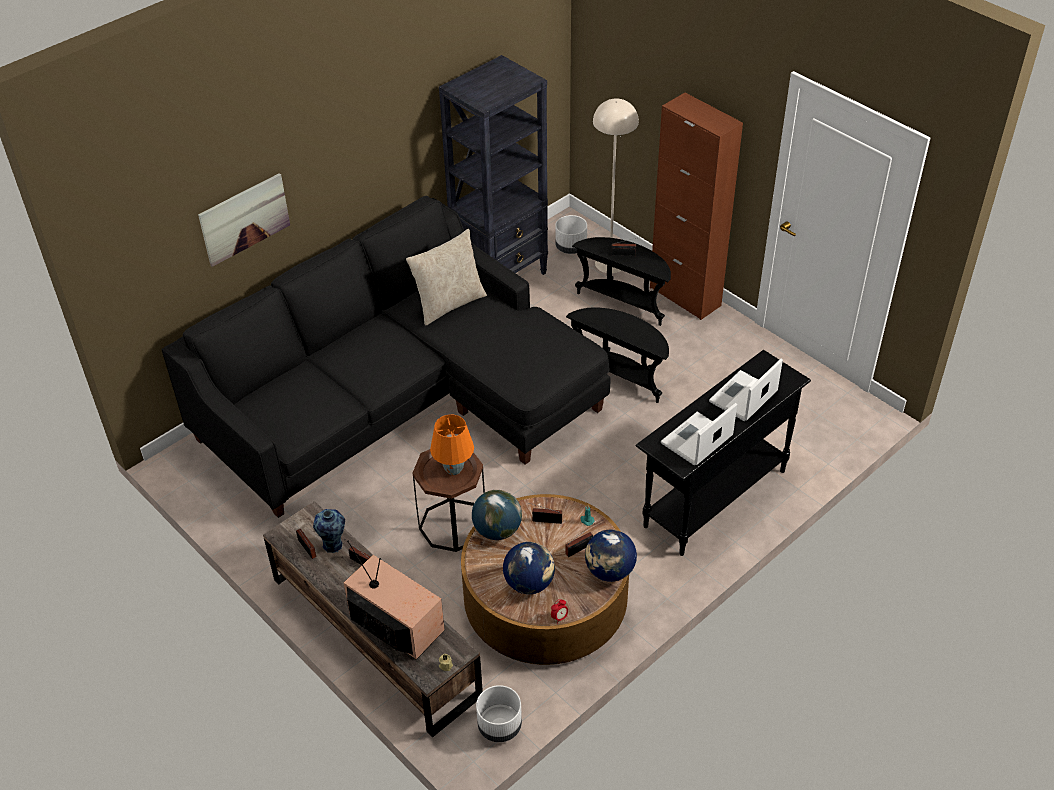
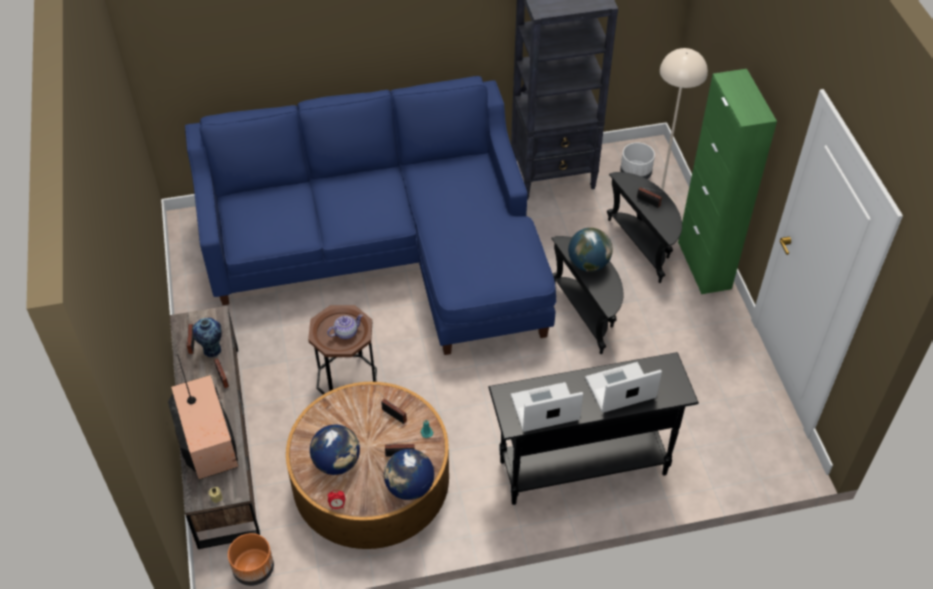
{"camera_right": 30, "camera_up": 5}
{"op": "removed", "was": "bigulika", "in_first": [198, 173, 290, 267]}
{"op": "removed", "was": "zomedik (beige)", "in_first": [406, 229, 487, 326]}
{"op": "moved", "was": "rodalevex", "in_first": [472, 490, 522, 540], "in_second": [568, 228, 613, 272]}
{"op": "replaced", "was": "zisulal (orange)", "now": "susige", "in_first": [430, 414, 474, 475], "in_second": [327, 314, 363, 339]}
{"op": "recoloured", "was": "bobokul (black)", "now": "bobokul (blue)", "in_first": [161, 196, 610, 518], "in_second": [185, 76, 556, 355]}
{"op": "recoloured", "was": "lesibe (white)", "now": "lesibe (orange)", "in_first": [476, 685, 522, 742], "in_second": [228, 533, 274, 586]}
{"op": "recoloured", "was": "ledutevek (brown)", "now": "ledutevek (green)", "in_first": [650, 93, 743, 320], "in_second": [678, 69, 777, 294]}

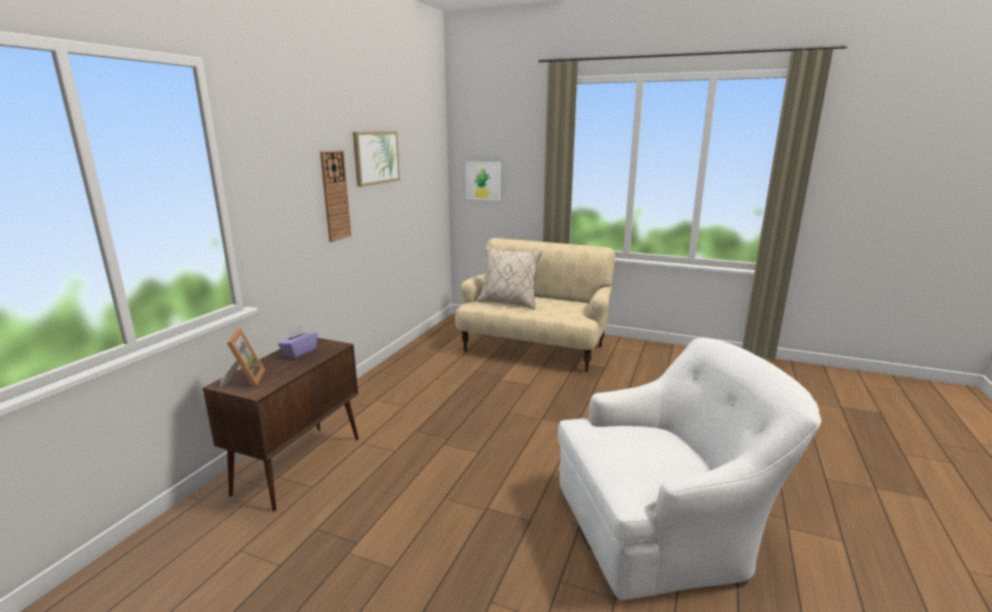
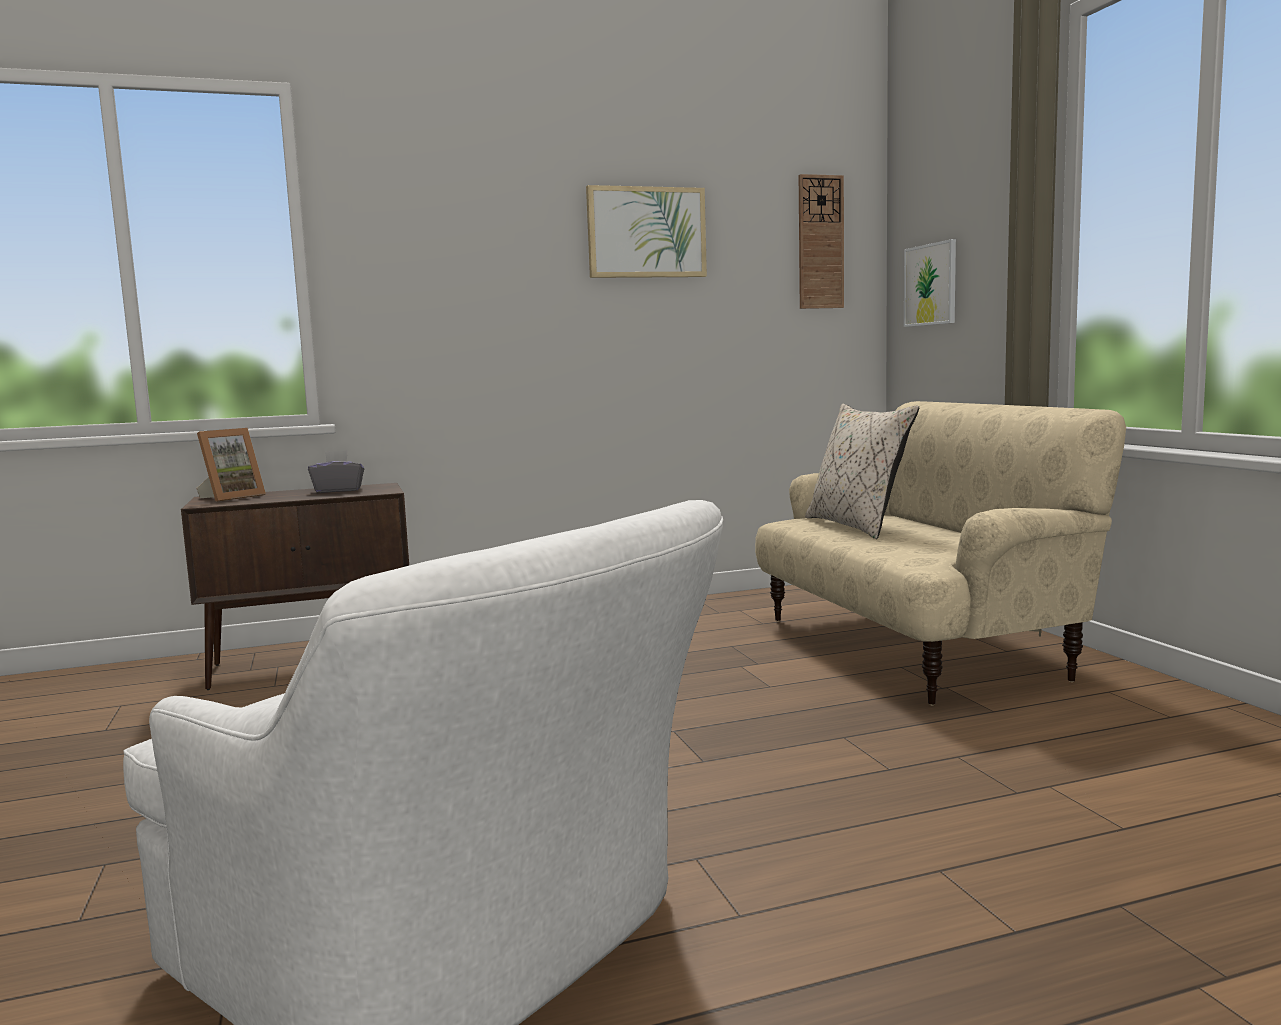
{"camera_right": 50, "camera_up": -10}
{"op": "moved", "was": "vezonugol", "in_first": [320, 150, 351, 242], "in_second": [799, 174, 844, 309]}
{"op": "recoloured", "was": "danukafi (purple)", "now": "danukafi (grey)", "in_first": [278, 326, 318, 358], "in_second": [308, 450, 364, 493]}

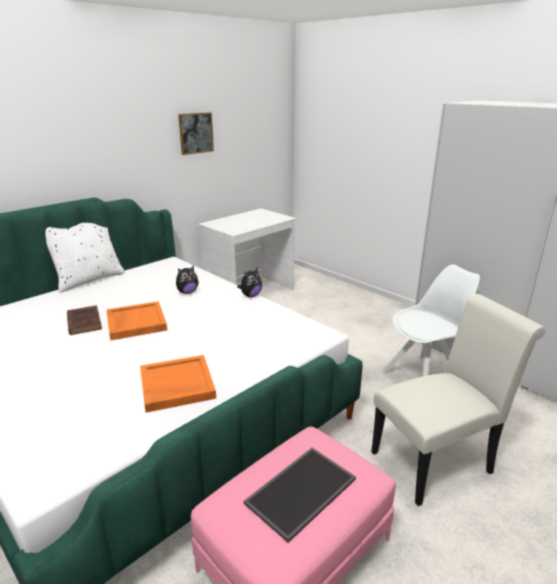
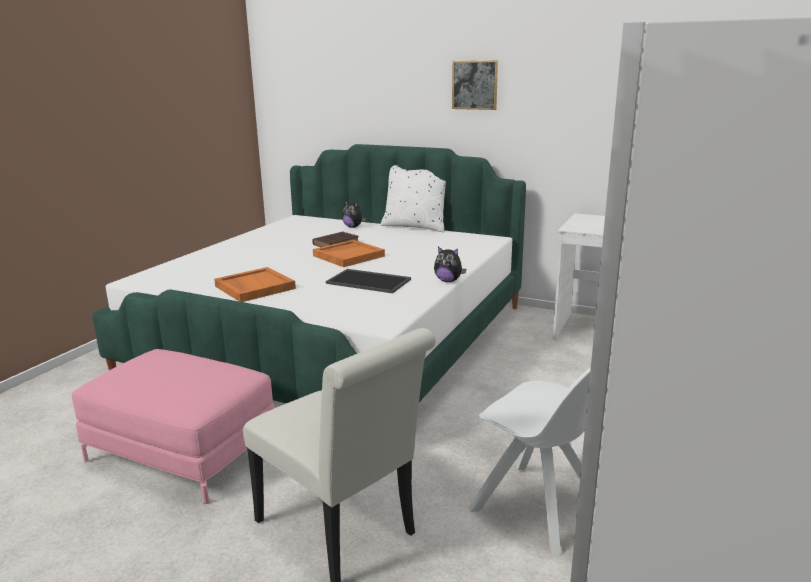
{"camera_right": 70, "camera_up": -5}
{"op": "moved", "was": "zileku", "in_first": [176, 265, 198, 294], "in_second": [342, 200, 366, 228]}
{"op": "moved", "was": "bigulika", "in_first": [178, 112, 214, 155], "in_second": [452, 60, 498, 110]}
{"op": "moved", "was": "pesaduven", "in_first": [243, 448, 356, 543], "in_second": [326, 269, 411, 293]}

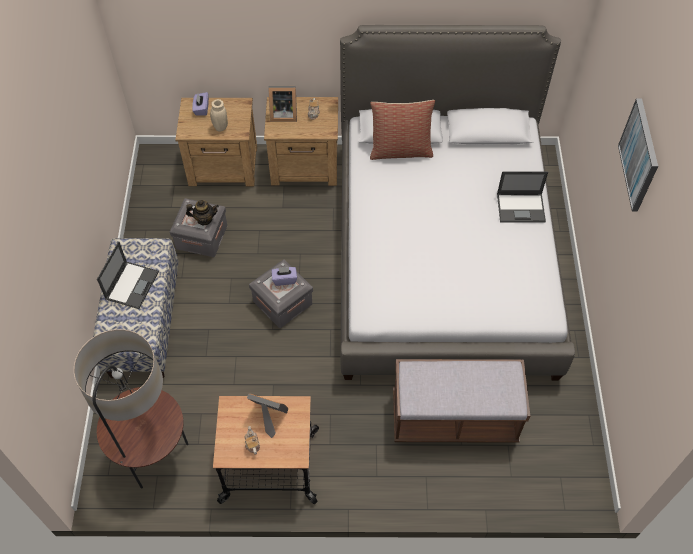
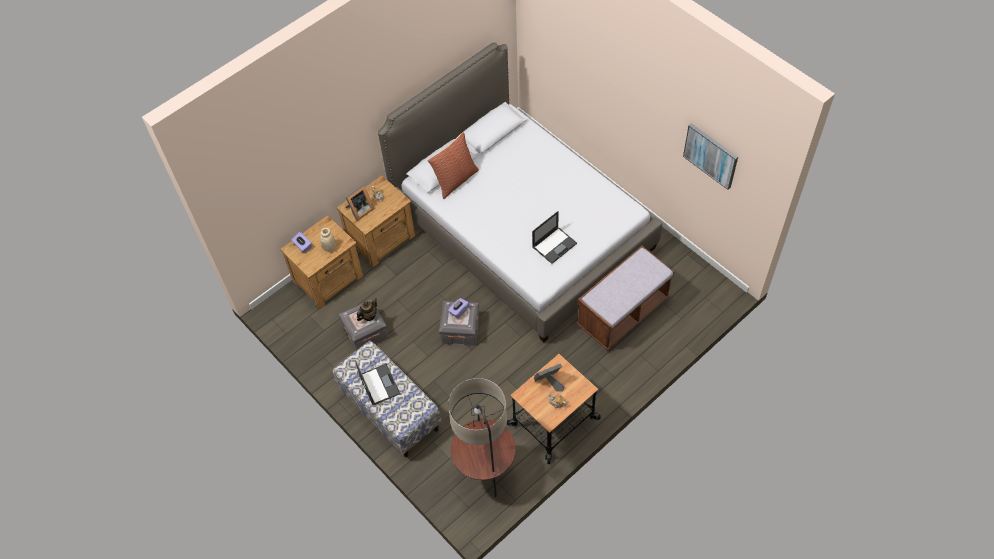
{"camera_right": -40, "camera_up": 0}
{"op": "moved", "was": "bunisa", "in_first": [497, 171, 548, 223], "in_second": [532, 211, 577, 264]}
{"op": "moved", "was": "bigulika", "in_first": [618, 98, 658, 212], "in_second": [683, 123, 738, 190]}

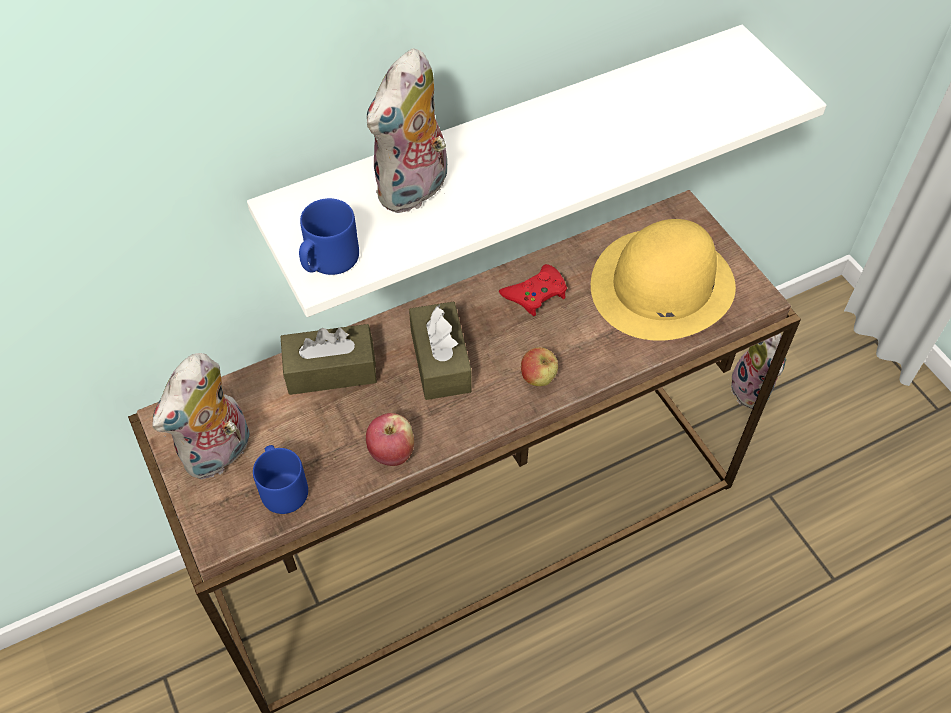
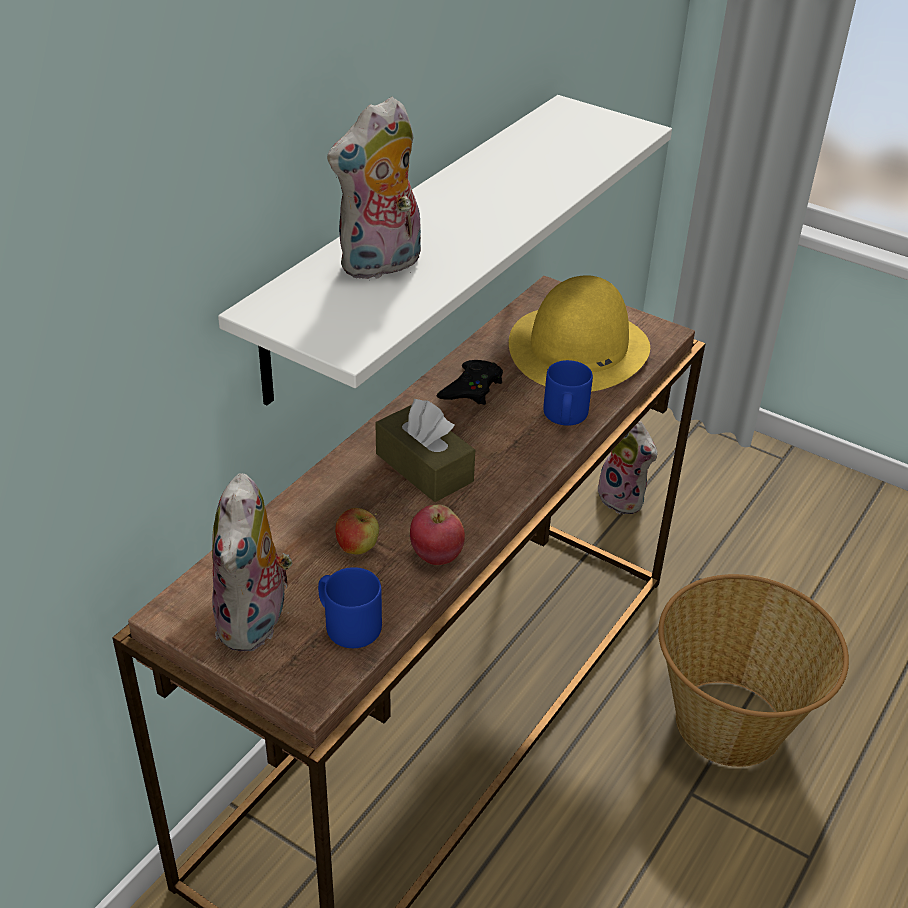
{"camera_right": -30, "camera_up": -15}
{"op": "removed", "was": "danukafi (brown)", "in_first": [280, 324, 377, 395]}
{"op": "added", "now": "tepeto", "in_second": [658, 574, 849, 767]}
{"op": "moved", "was": "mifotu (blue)", "in_first": [299, 198, 359, 275], "in_second": [543, 360, 593, 426]}
{"op": "moved", "was": "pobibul", "in_first": [521, 347, 558, 386], "in_second": [335, 508, 379, 555]}
{"op": "recoloured", "was": "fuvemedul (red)", "now": "fuvemedul (black)", "in_first": [499, 264, 567, 316], "in_second": [437, 360, 503, 405]}
{"op": "turned", "was": "zileku", "in_first": [367, 48, 447, 213], "in_second": [327, 97, 421, 280], "clockwise": 45}

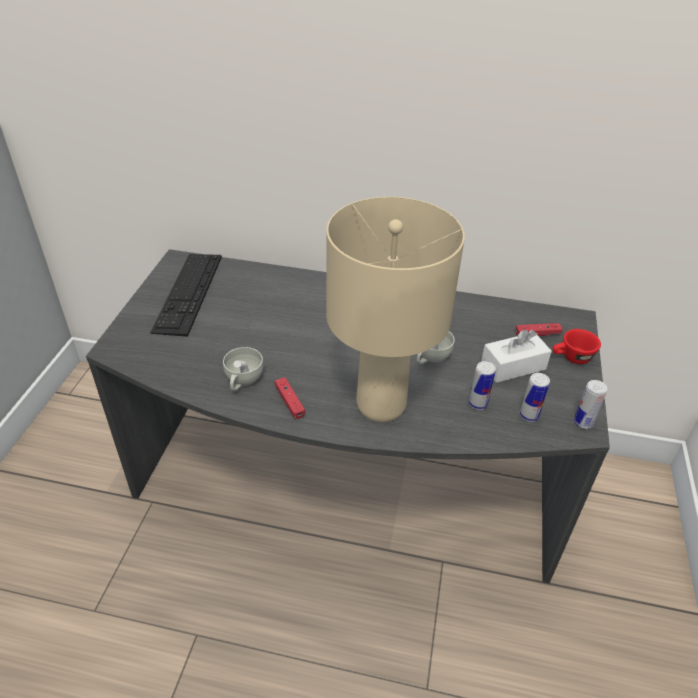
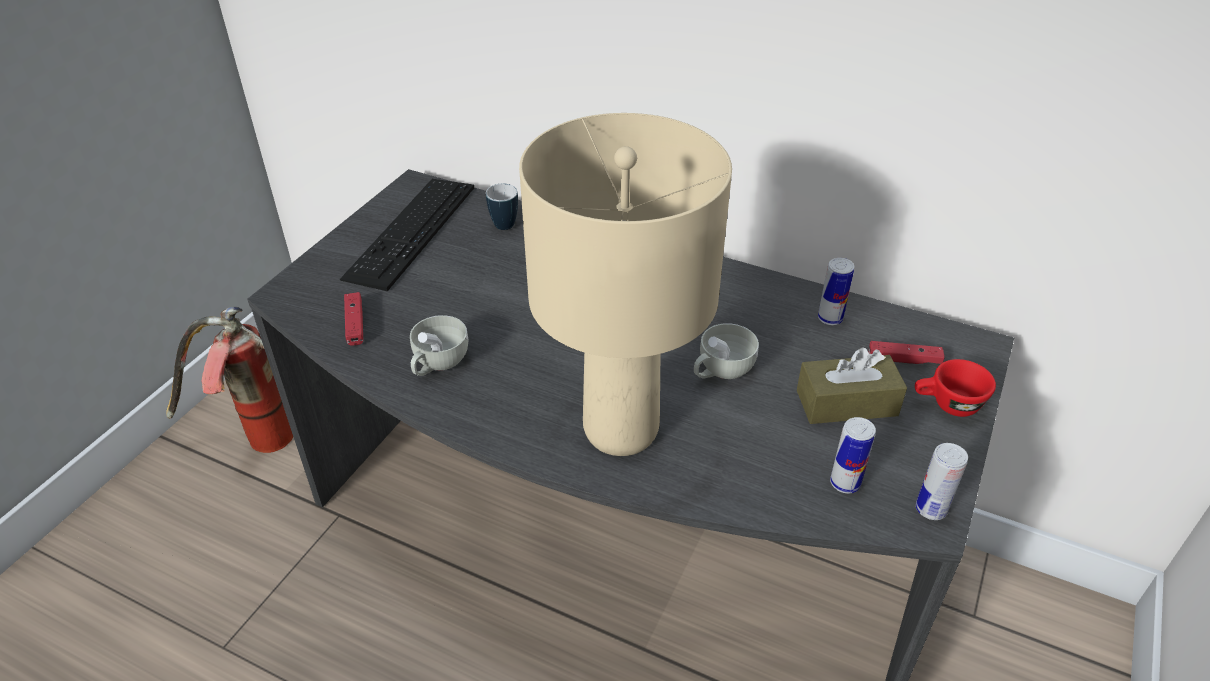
{"camera_right": 15, "camera_up": 0}
{"op": "added", "now": "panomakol", "in_second": [166, 307, 293, 453]}
{"op": "added", "now": "mifotu", "in_second": [486, 184, 518, 230]}
{"op": "moved", "was": "fuvemedul (red)", "in_first": [275, 377, 305, 419], "in_second": [344, 292, 363, 346]}
{"op": "moved", "was": "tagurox", "in_first": [469, 361, 496, 410], "in_second": [818, 258, 854, 325]}
{"op": "recoloured", "was": "danukafi (white)", "now": "danukafi (brown)", "in_first": [481, 329, 552, 383], "in_second": [797, 347, 907, 424]}

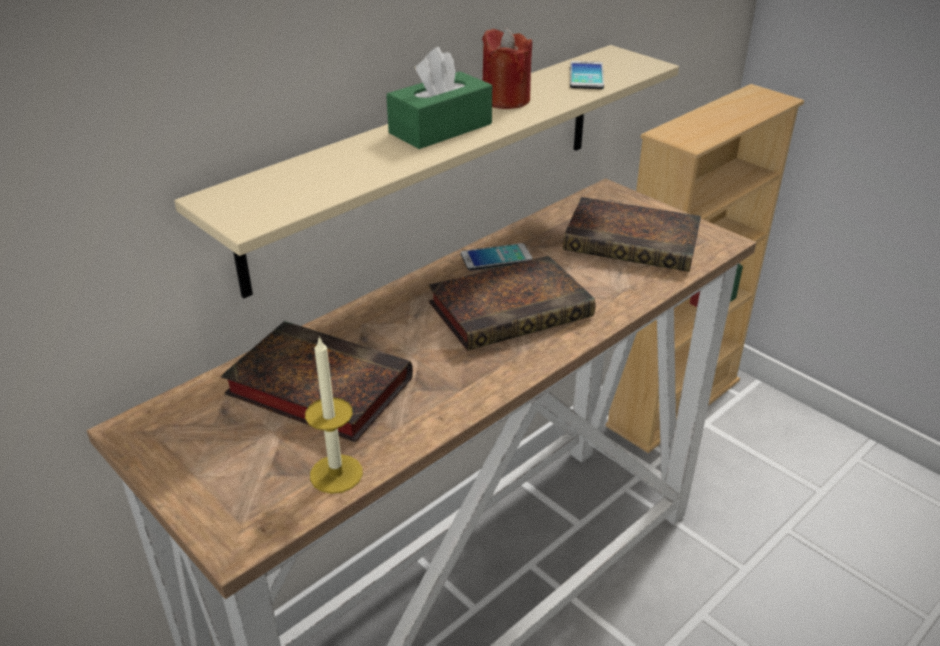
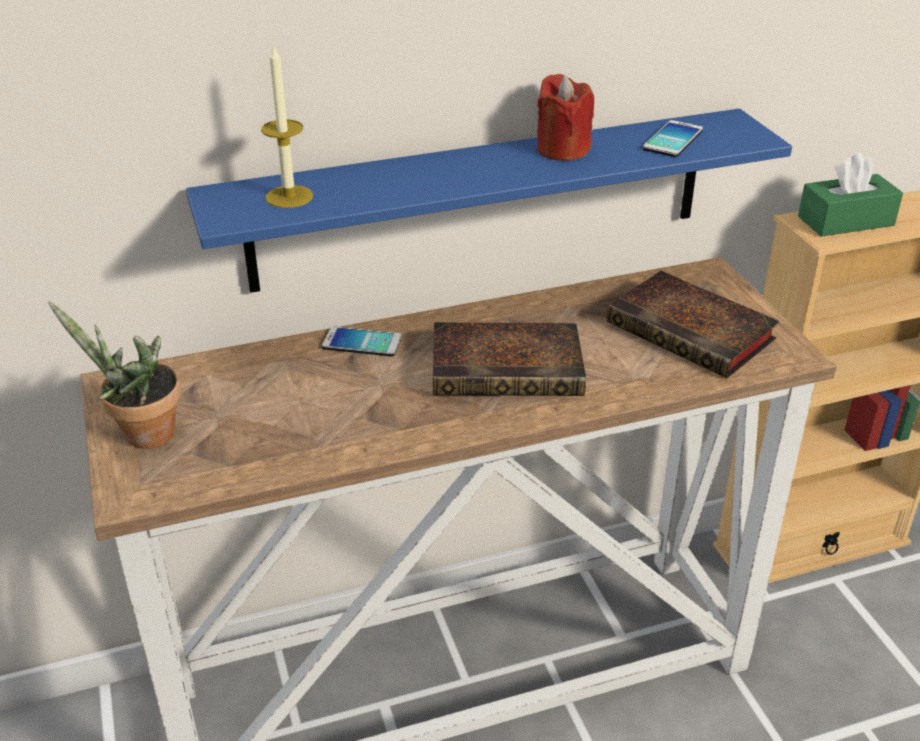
{"camera_right": 25, "camera_up": 0}
{"op": "removed", "was": "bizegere", "in_first": [221, 321, 413, 442]}
{"op": "added", "now": "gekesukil", "in_second": [48, 301, 181, 449]}
{"op": "moved", "was": "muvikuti", "in_first": [305, 336, 363, 494], "in_second": [261, 44, 313, 208]}
{"op": "moved", "was": "danukafi (green)", "in_first": [386, 47, 492, 149], "in_second": [798, 153, 903, 237]}
{"op": "moved", "was": "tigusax", "in_first": [461, 243, 533, 270], "in_second": [322, 326, 402, 356]}
{"op": "recoloured", "was": "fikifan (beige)", "now": "fikifan (blue)", "in_first": [174, 45, 679, 298], "in_second": [186, 109, 792, 293]}

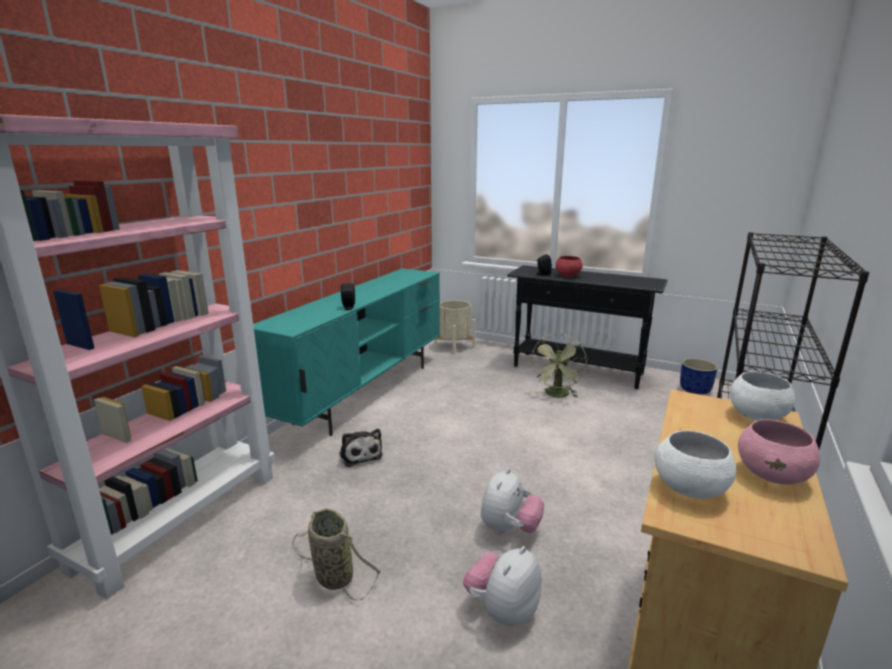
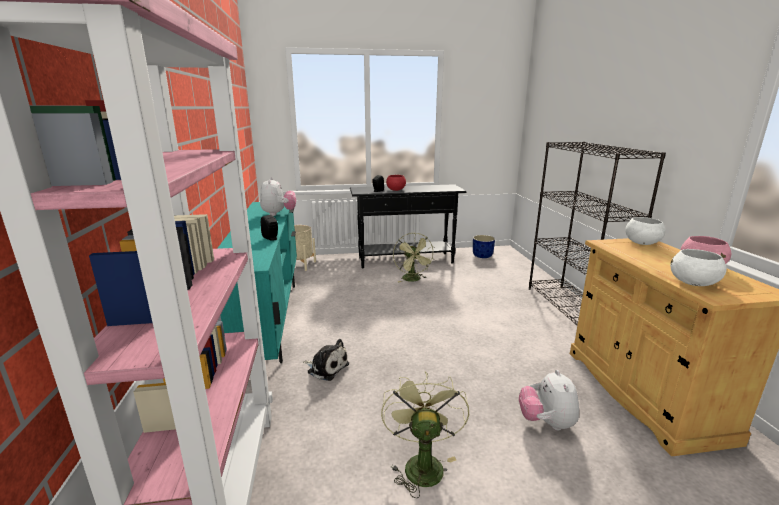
{"camera_right": -35, "camera_up": 0}
{"op": "moved", "was": "zileku", "in_first": [481, 468, 544, 534], "in_second": [260, 177, 296, 216]}
{"op": "replaced", "was": "tepeto", "now": "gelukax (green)", "in_first": [292, 508, 381, 601], "in_second": [381, 372, 469, 498]}

